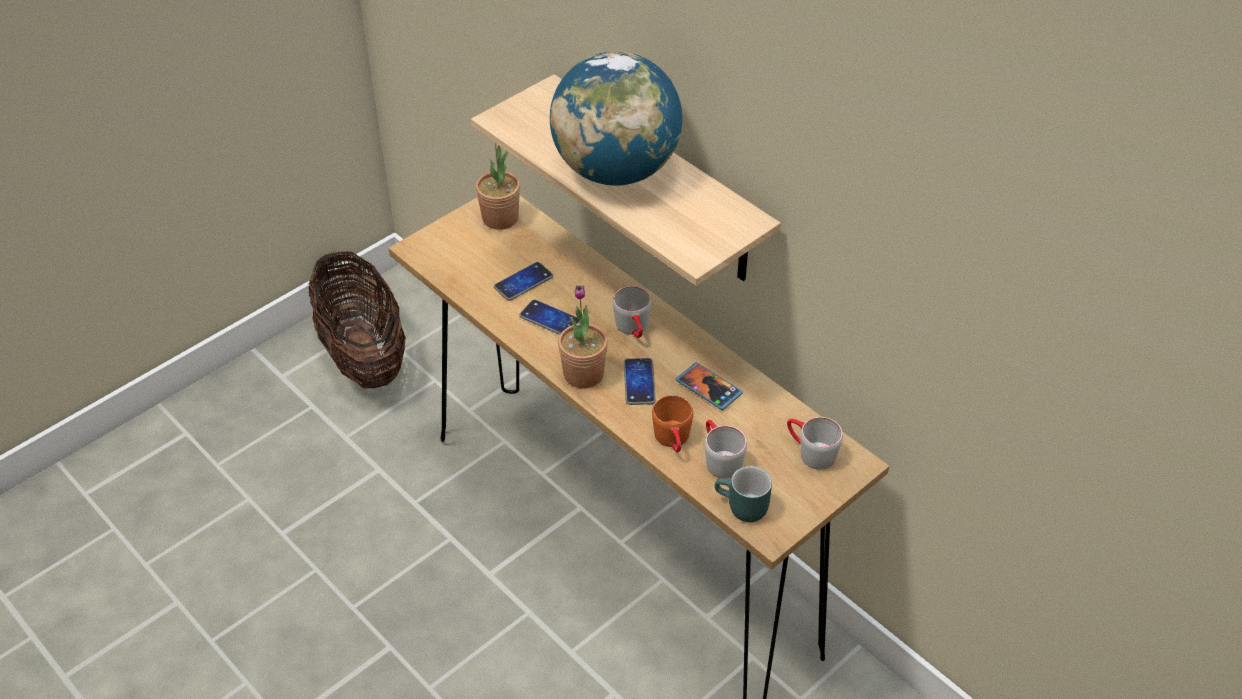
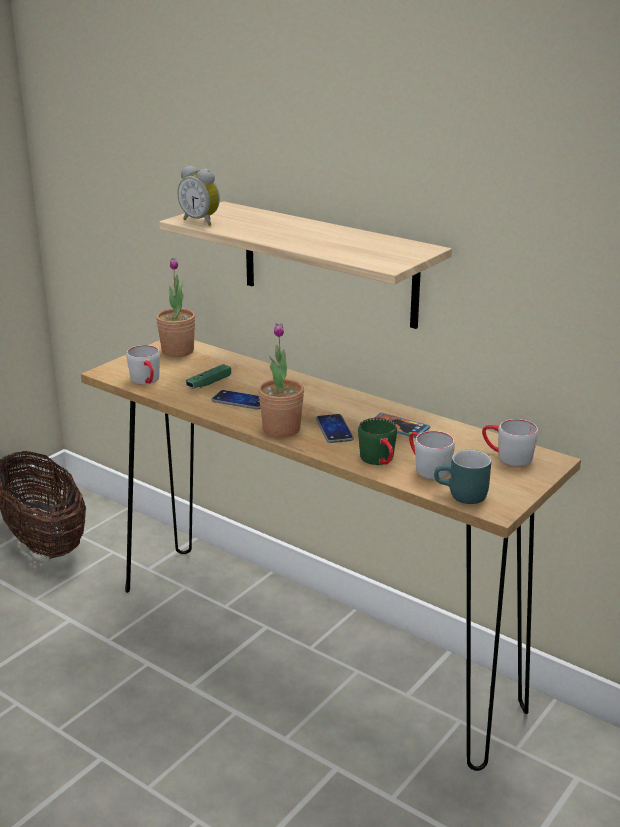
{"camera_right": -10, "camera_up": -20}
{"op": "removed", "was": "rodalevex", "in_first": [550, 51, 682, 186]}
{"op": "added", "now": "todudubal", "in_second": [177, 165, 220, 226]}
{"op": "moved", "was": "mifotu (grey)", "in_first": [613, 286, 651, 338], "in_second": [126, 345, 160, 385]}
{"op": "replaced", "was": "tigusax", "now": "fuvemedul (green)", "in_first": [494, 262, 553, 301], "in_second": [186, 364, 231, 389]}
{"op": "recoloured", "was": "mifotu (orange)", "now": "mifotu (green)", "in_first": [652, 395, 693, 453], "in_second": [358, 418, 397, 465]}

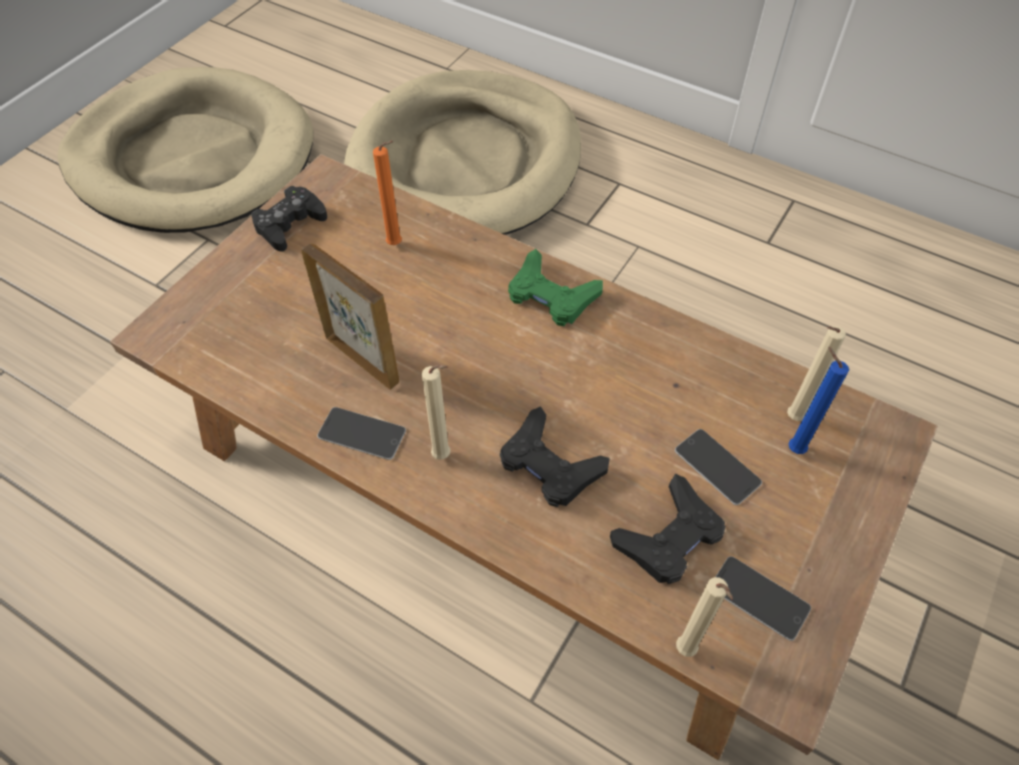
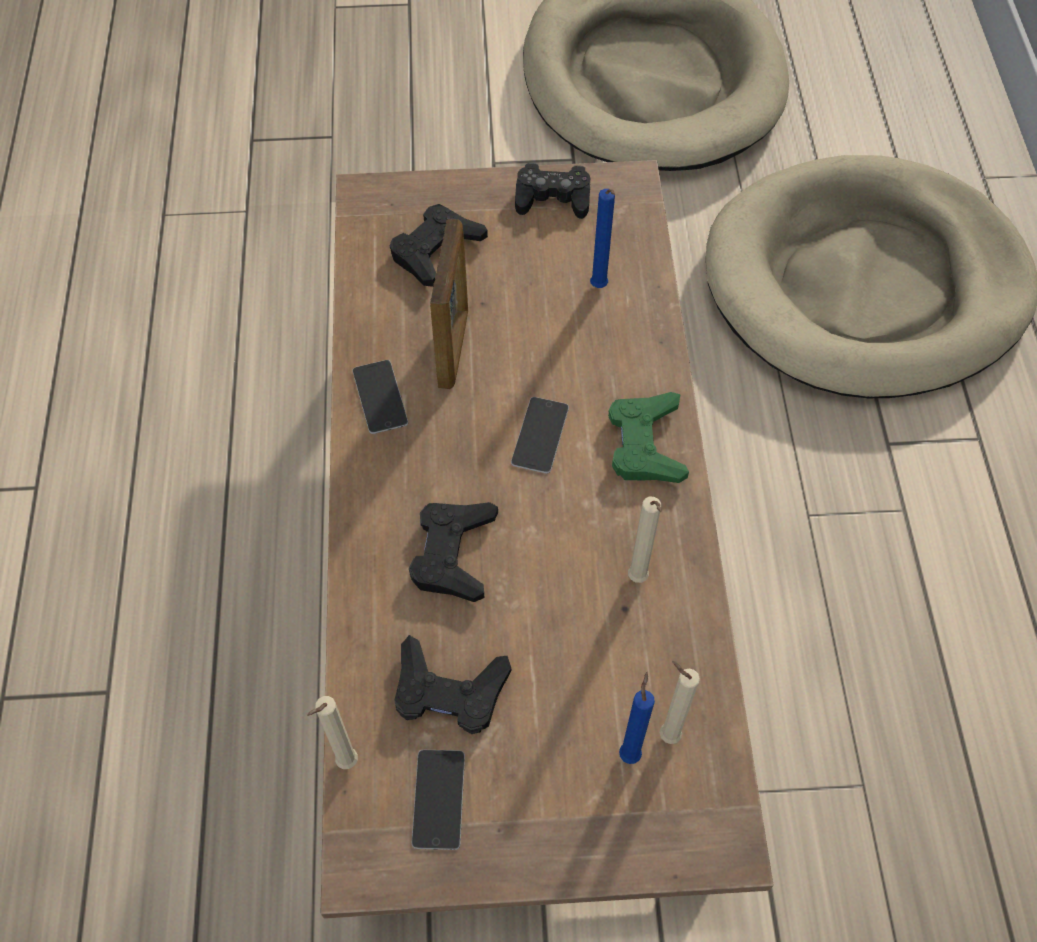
{"camera_right": 55, "camera_up": 5}
{"op": "added", "now": "fuvemedul (black)", "in_second": [390, 204, 488, 287]}
{"op": "moved", "was": "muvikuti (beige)", "in_first": [422, 365, 451, 460], "in_second": [628, 497, 662, 583]}
{"op": "moved", "was": "tigusax", "in_first": [675, 429, 762, 505], "in_second": [511, 397, 569, 473]}
{"op": "recoloured", "was": "muvikuti (orange)", "now": "muvikuti (blue)", "in_first": [373, 141, 402, 245], "in_second": [590, 189, 615, 288]}

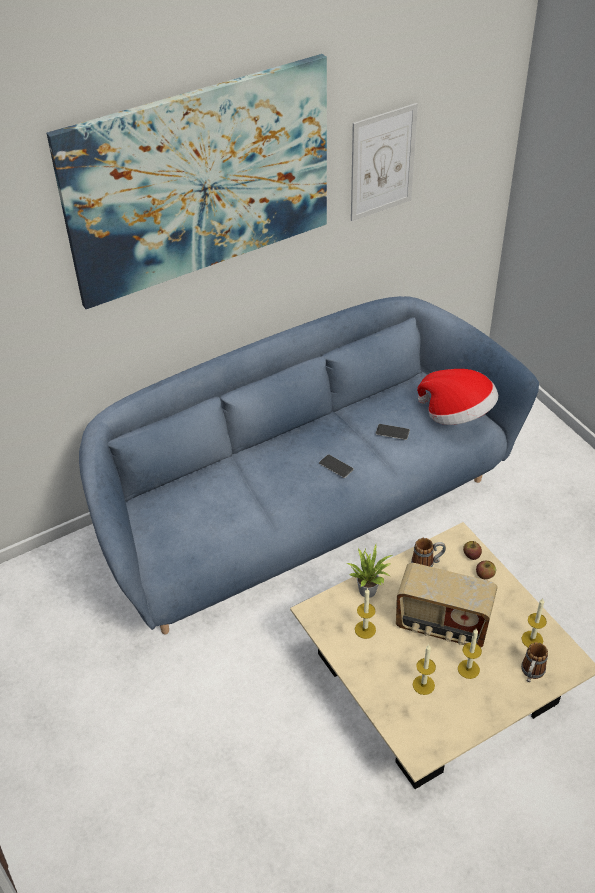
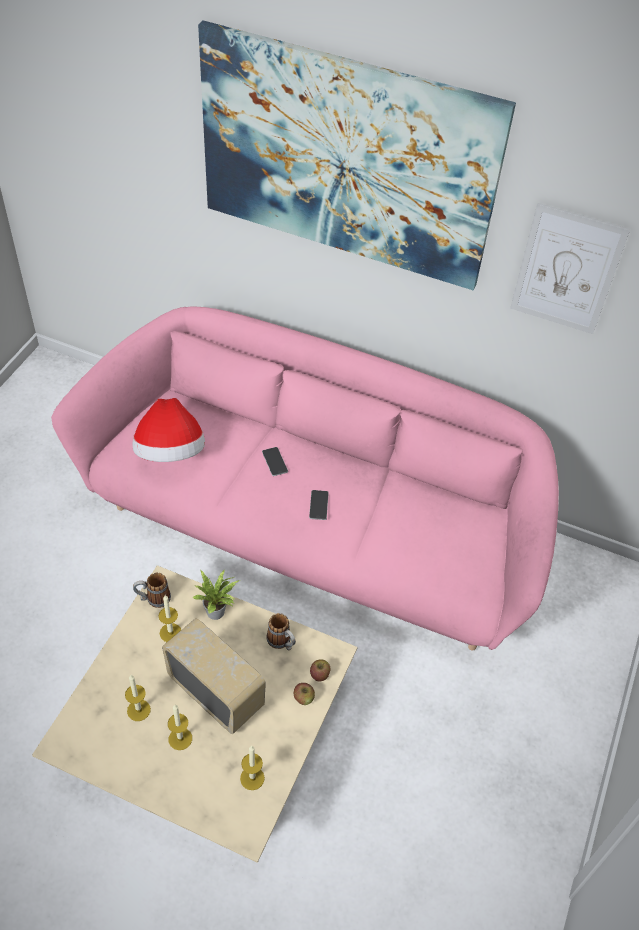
{"camera_right": 50, "camera_up": 5}
{"op": "moved", "was": "tigusax", "in_first": [376, 424, 410, 440], "in_second": [262, 447, 288, 476]}
{"op": "moved", "was": "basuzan", "in_first": [417, 369, 498, 425], "in_second": [132, 398, 205, 462]}
{"op": "moved", "was": "mifotu", "in_first": [521, 642, 548, 682], "in_second": [133, 572, 171, 608]}
{"op": "recoloured", "was": "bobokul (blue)", "now": "bobokul (pink)", "in_first": [79, 296, 539, 634], "in_second": [51, 306, 559, 651]}
{"op": "turned", "was": "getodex", "in_first": [396, 563, 498, 647], "in_second": [162, 618, 266, 734], "clockwise": 150}

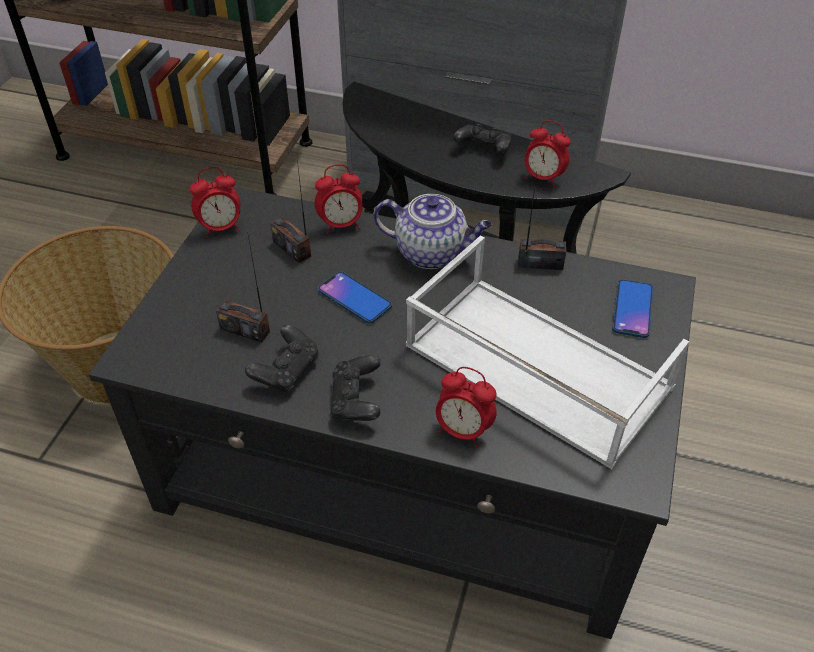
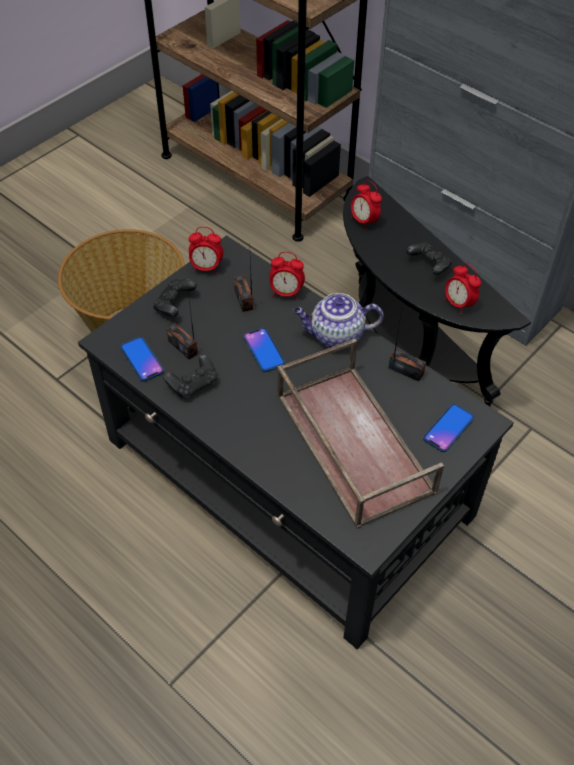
{"camera_right": 25, "camera_up": 5}
{"op": "added", "now": "tigusax", "in_second": [120, 337, 164, 382]}
{"op": "moved", "was": "fuvemedul (black)", "in_first": [331, 355, 381, 421], "in_second": [153, 279, 197, 317]}
{"op": "moved", "was": "todudubal", "in_first": [436, 367, 497, 448], "in_second": [351, 181, 382, 230]}
{"op": "recoloured", "was": "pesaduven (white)", "now": "pesaduven (brown)", "in_first": [406, 236, 689, 469], "in_second": [277, 339, 444, 529]}
{"op": "turned", "was": "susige", "in_first": [374, 194, 492, 269], "in_second": [293, 293, 383, 348], "clockwise": 135}

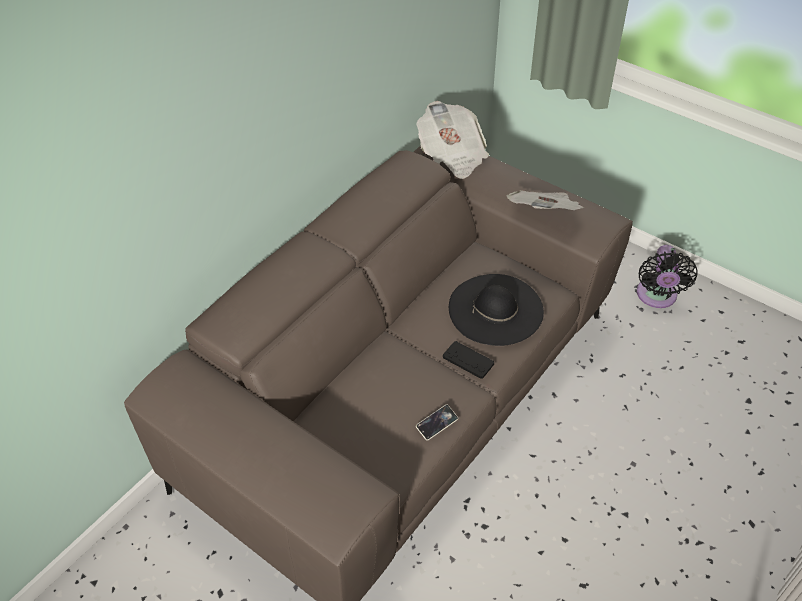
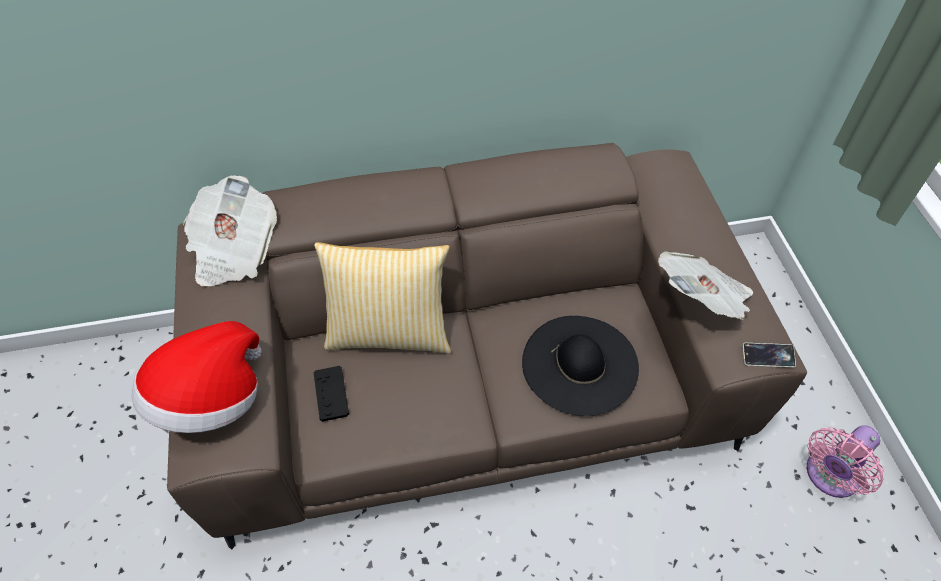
{"camera_right": 40, "camera_up": 5}
{"op": "added", "now": "basuzan", "in_second": [131, 321, 262, 433]}
{"op": "added", "now": "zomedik", "in_second": [314, 242, 451, 354]}
{"op": "moved", "was": "tigusax", "in_first": [416, 404, 458, 441], "in_second": [743, 343, 796, 368]}
{"op": "moved", "was": "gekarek", "in_first": [417, 101, 489, 179], "in_second": [183, 175, 277, 286]}
{"op": "moved", "was": "fuvemedul (black)", "in_first": [443, 341, 494, 379], "in_second": [313, 366, 349, 422]}
{"op": "recoloured", "was": "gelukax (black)", "now": "gelukax (pink)", "in_first": [637, 245, 698, 308], "in_second": [807, 425, 884, 498]}

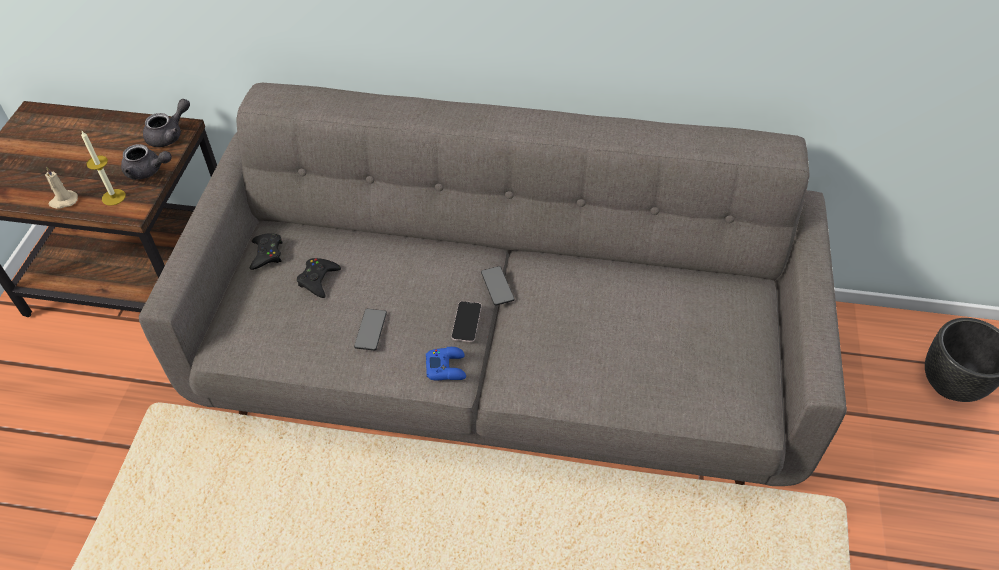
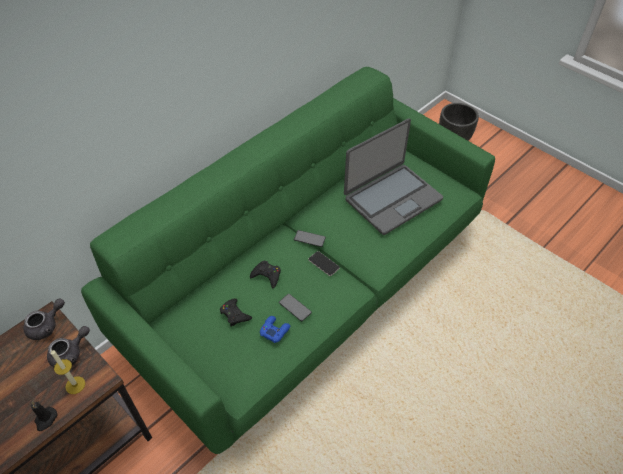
{"camera_right": -55, "camera_up": 0}
{"op": "added", "now": "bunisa", "in_second": [344, 118, 443, 235]}
{"op": "moved", "was": "fuvemedul (black)", "in_first": [250, 233, 282, 270], "in_second": [250, 261, 281, 288]}
{"op": "moved", "was": "fuvemedul (blue)", "in_first": [426, 347, 466, 380], "in_second": [260, 316, 290, 343]}
{"op": "recoloured", "was": "muvikuti (beige)", "now": "muvikuti (black)", "in_first": [45, 167, 78, 209], "in_second": [31, 402, 57, 431]}
{"op": "recoloured", "was": "bobokul (grey)", "now": "bobokul (green)", "in_first": [139, 83, 847, 486], "in_second": [81, 67, 495, 454]}
{"op": "turned", "was": "susige (grey)", "in_first": [143, 99, 190, 147], "in_second": [23, 298, 65, 340], "clockwise": 60}

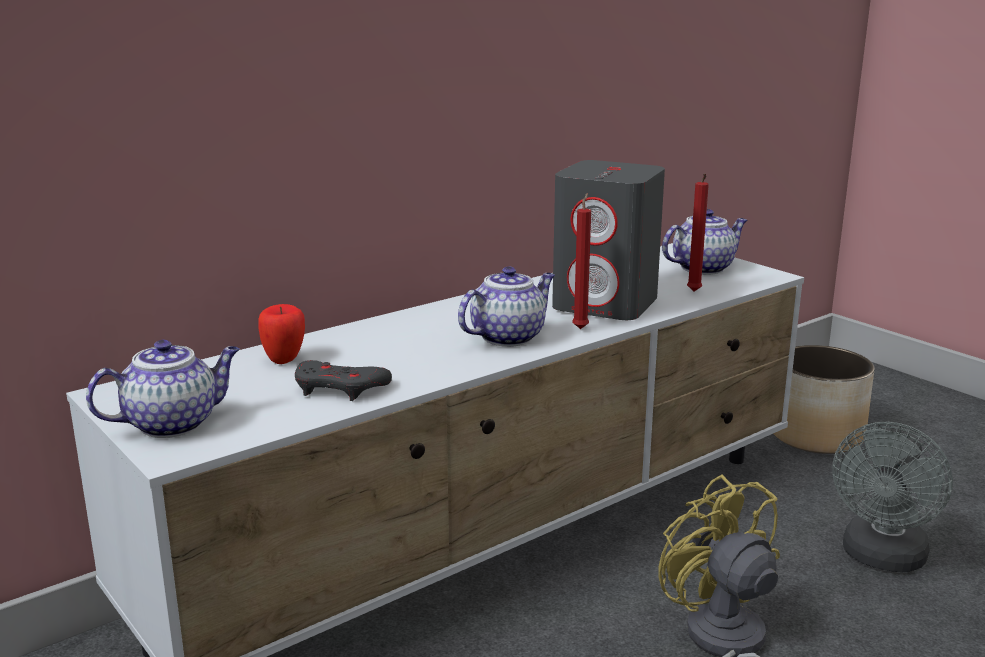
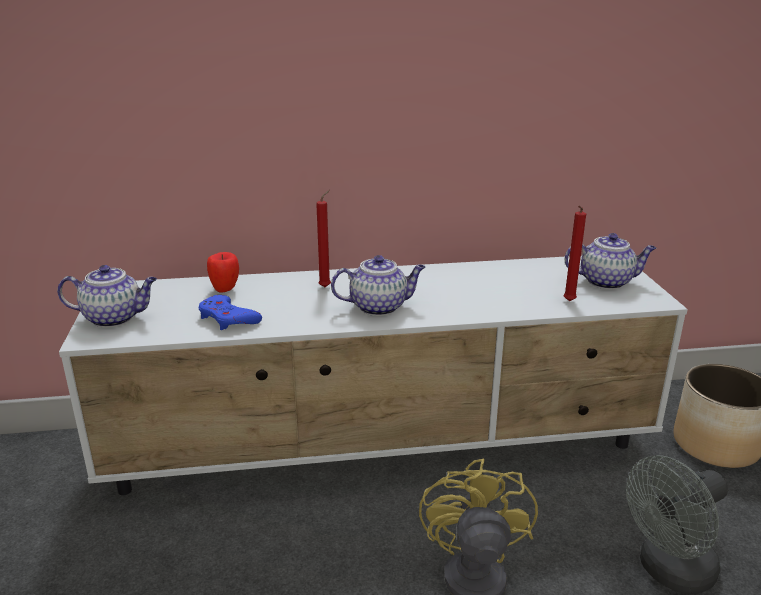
{"camera_right": 30, "camera_up": 5}
{"op": "removed", "was": "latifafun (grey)", "in_first": [552, 160, 665, 320]}
{"op": "moved", "was": "muvikuti (red)", "in_first": [572, 193, 591, 329], "in_second": [316, 190, 331, 287]}
{"op": "recoloured", "was": "fuvemedul (grey)", "now": "fuvemedul (blue)", "in_first": [295, 360, 392, 401], "in_second": [198, 295, 262, 330]}

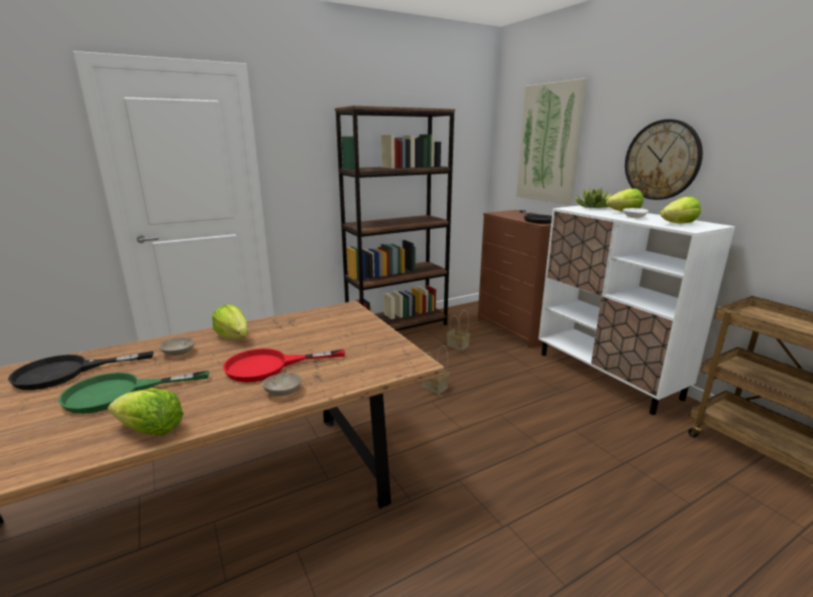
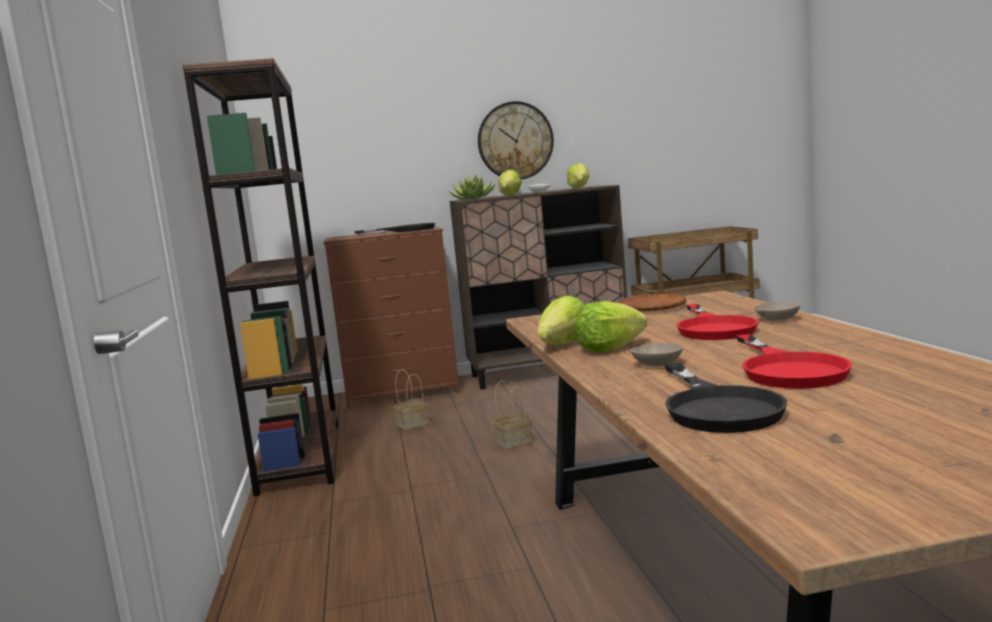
{"camera_right": -70, "camera_up": -10}
{"op": "removed", "was": "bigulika", "in_first": [516, 78, 588, 205]}
{"op": "added", "now": "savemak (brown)", "in_second": [617, 294, 687, 311]}
{"op": "moved", "was": "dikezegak", "in_first": [108, 388, 184, 435], "in_second": [537, 295, 585, 345]}
{"op": "recoloured", "was": "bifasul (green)", "now": "bifasul (red)", "in_first": [58, 370, 210, 414], "in_second": [736, 334, 852, 389]}
{"op": "recoloured", "was": "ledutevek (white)", "now": "ledutevek (brown)", "in_first": [539, 205, 735, 415], "in_second": [450, 185, 627, 390]}

